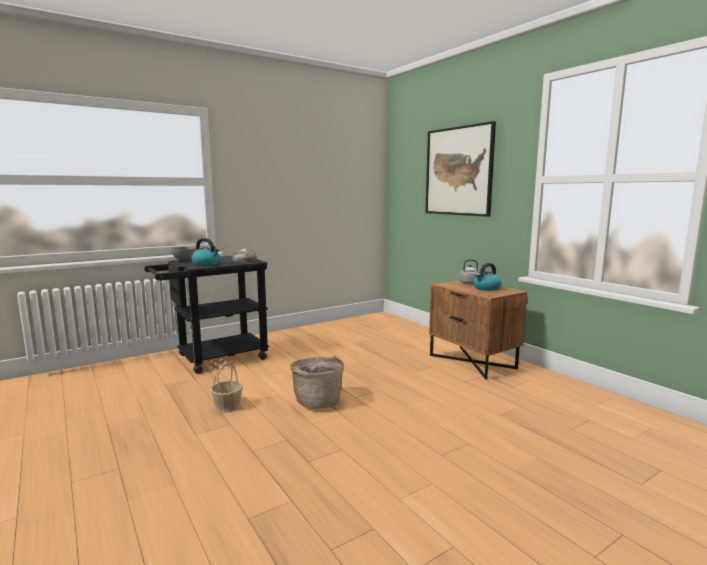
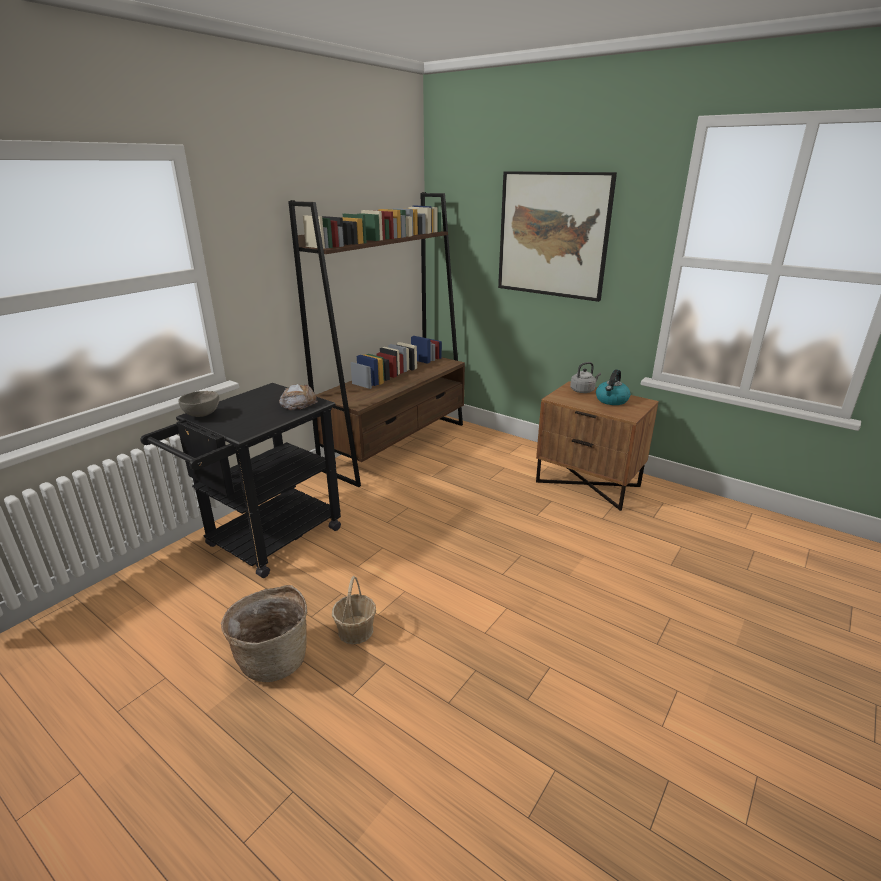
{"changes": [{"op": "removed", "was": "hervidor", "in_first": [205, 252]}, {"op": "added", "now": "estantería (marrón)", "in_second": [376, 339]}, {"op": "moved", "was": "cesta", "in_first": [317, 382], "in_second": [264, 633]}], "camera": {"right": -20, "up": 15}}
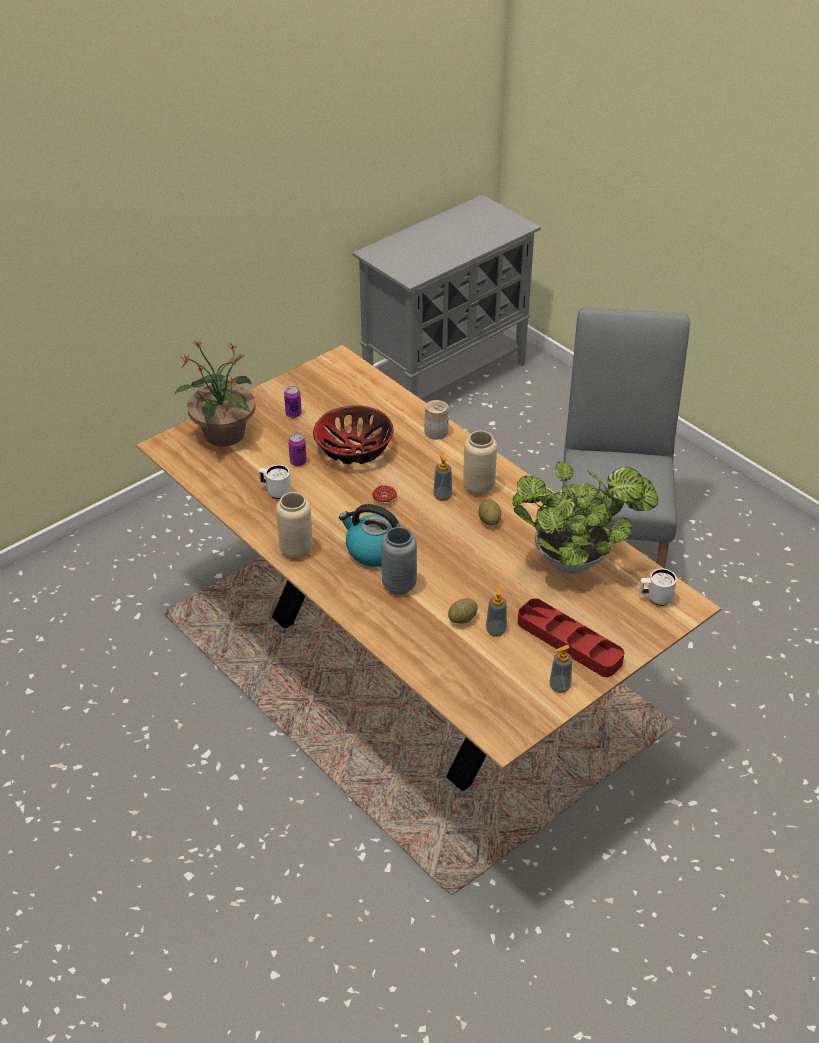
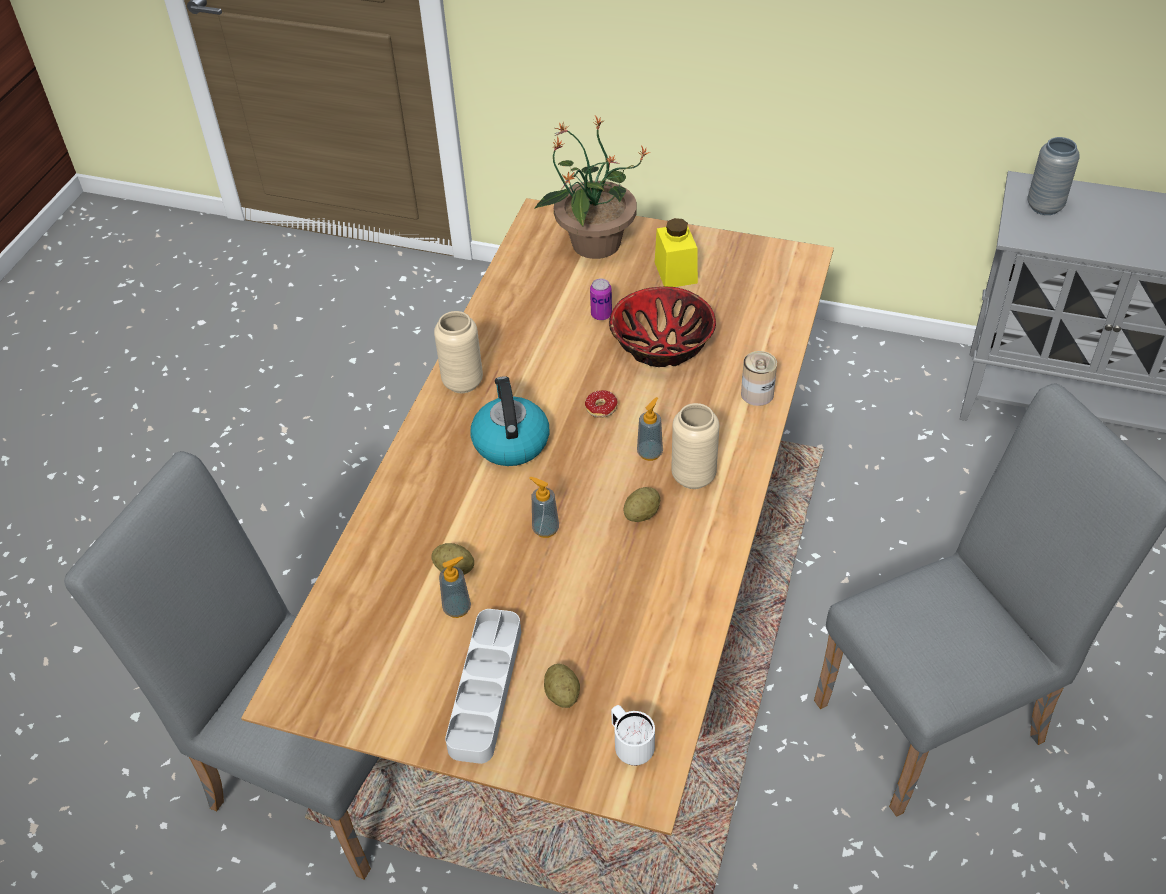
{"changes": [{"op": "removed", "was": "taza grande (blanco)", "in_first": [275, 482]}, {"op": "removed", "was": "planta en maceta", "in_first": [585, 518]}, {"op": "added", "now": "silla (gris)", "in_second": [221, 665]}, {"op": "added", "now": "patata", "in_second": [562, 686]}, {"op": "moved", "was": "florero (gris)", "in_first": [399, 561], "in_second": [1054, 176]}, {"op": "moved", "was": "dispensador de jabón", "in_first": [560, 669], "in_second": [544, 507]}, {"op": "replaced", "was": "lata", "now": "tarro (amarillo)", "in_first": [293, 402], "in_second": [676, 252]}, {"op": "recoloured", "was": "bandeja (rojo)", "now": "bandeja (gris)", "in_first": [571, 637], "in_second": [483, 686]}], "camera": {"right": 60, "up": 5}}
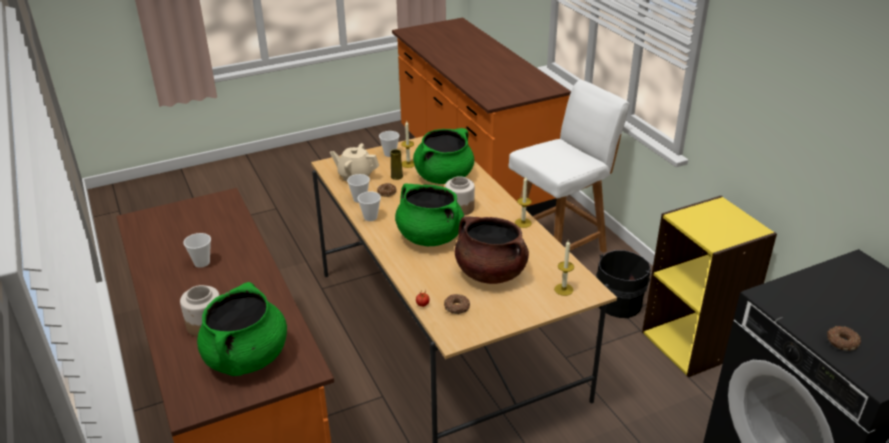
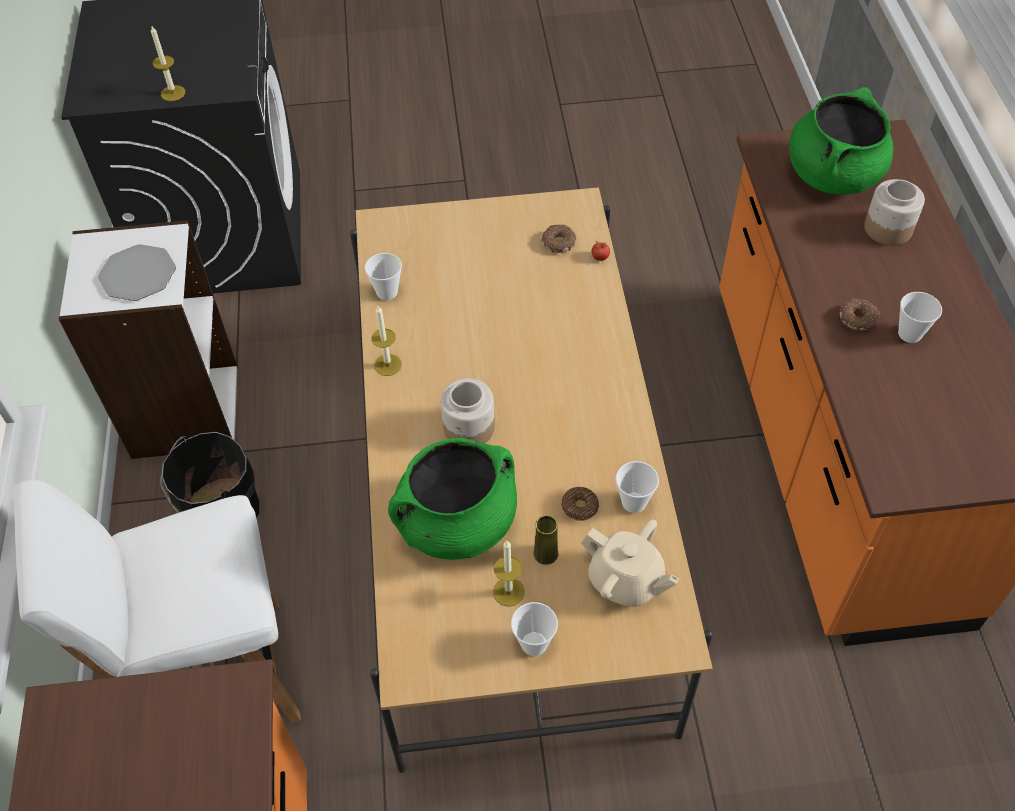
{"changes": [{"op": "removed", "was": "olla (verde)", "in_first": [429, 214]}, {"op": "removed", "was": "olla (marrón)", "in_first": [492, 250]}, {"op": "added", "now": "plato", "in_second": [137, 272]}, {"op": "moved", "was": "taza", "in_first": [369, 206], "in_second": [383, 276]}, {"op": "moved", "was": "vela", "in_first": [564, 267], "in_second": [168, 63]}, {"op": "moved", "was": "rosquilla", "in_first": [844, 338], "in_second": [860, 314]}, {"op": "recoloured", "was": "estantería (amarillo)", "now": "estantería (blanco)", "in_first": [709, 286], "in_second": [148, 339]}], "camera": {"right": -160, "up": 20}}
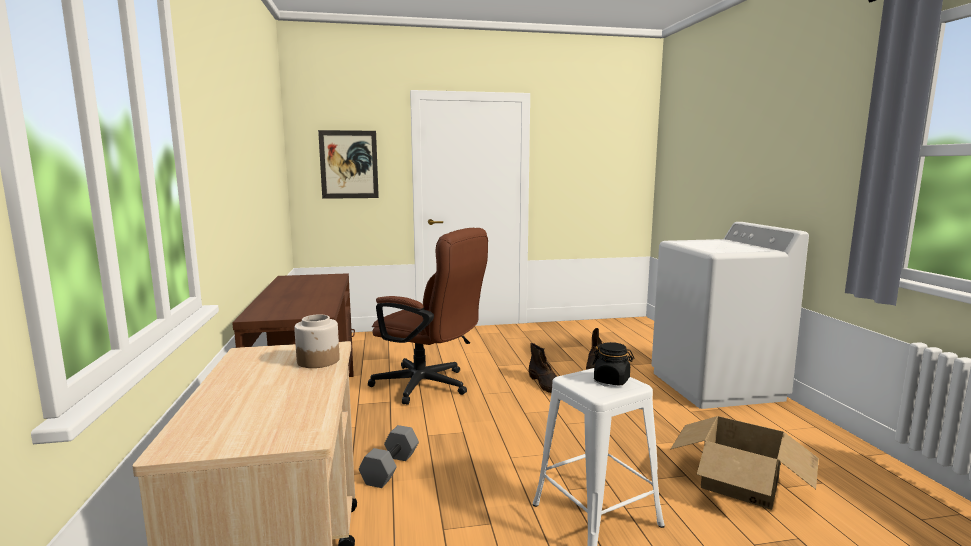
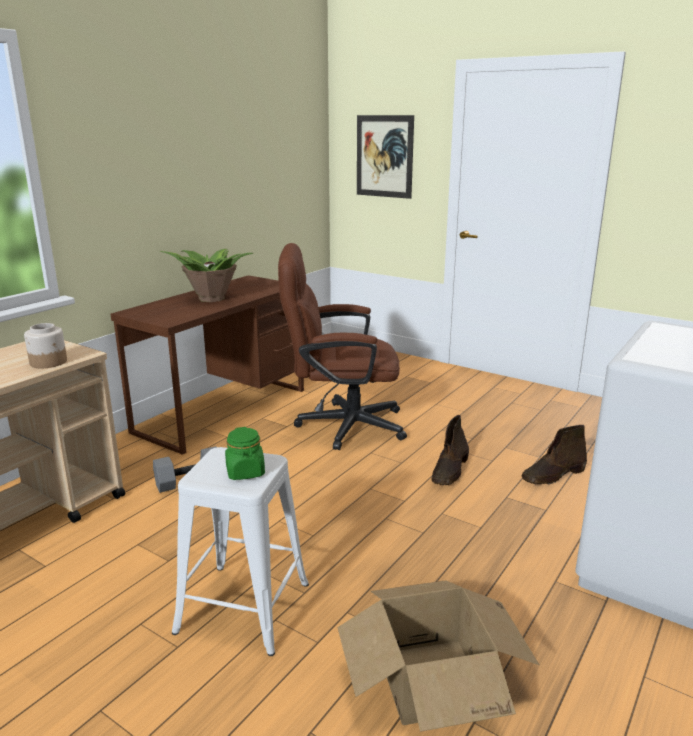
{"changes": [{"op": "added", "now": "planta en maceta", "in_second": [206, 275]}, {"op": "recoloured", "was": "tarro (negro)", "now": "tarro (verde)", "in_first": [613, 364], "in_second": [245, 453]}, {"op": "turned", "was": "silla de oficina (marrón)", "in_first": [428, 316], "in_second": [342, 346], "clockwise": 105}], "camera": {"right": 45, "up": 10}}
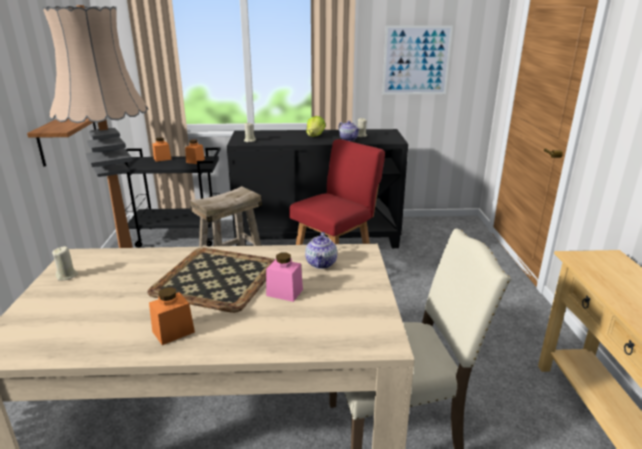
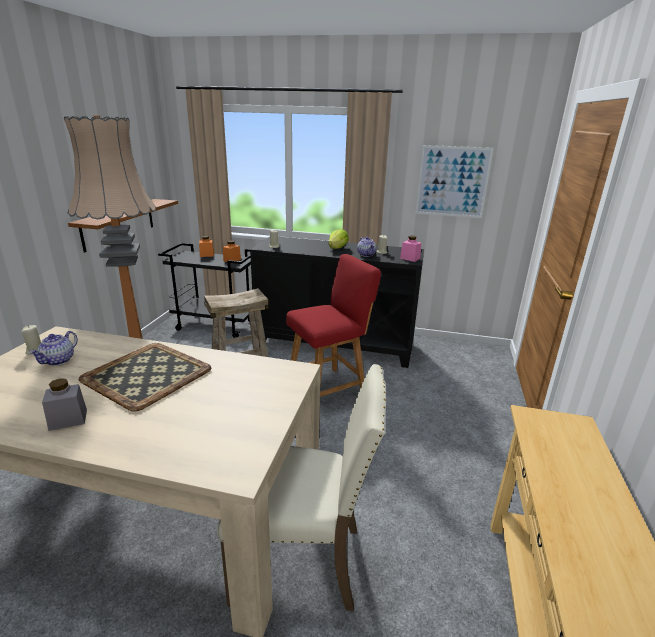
{"changes": [{"op": "moved", "was": "tarro (rosa)", "in_first": [284, 277], "in_second": [410, 249]}, {"op": "moved", "was": "tetera", "in_first": [321, 250], "in_second": [53, 348]}, {"op": "recoloured", "was": "tarro (naranja)", "now": "tarro (gris)", "in_first": [172, 316], "in_second": [64, 405]}], "camera": {"right": 15, "up": 0}}
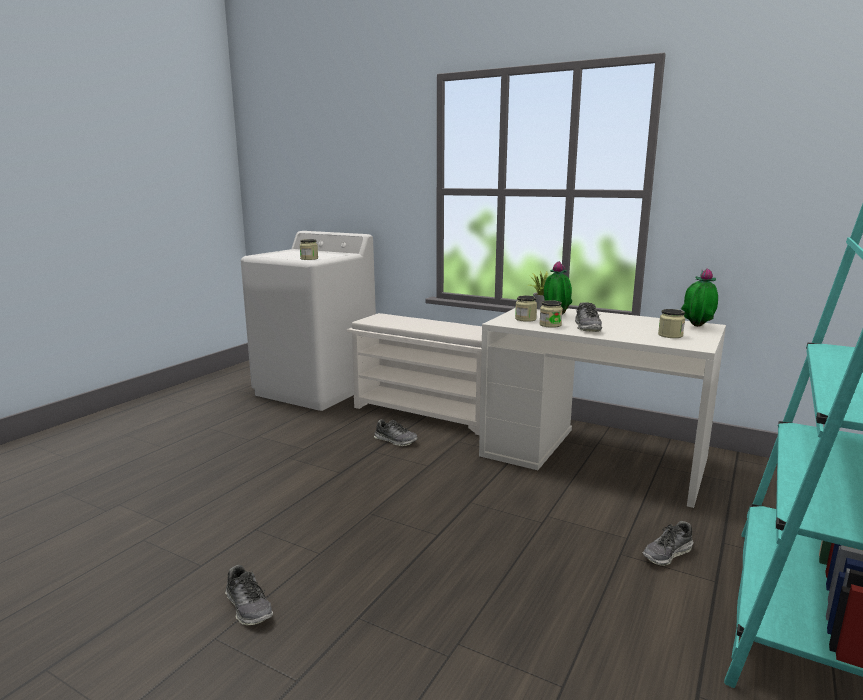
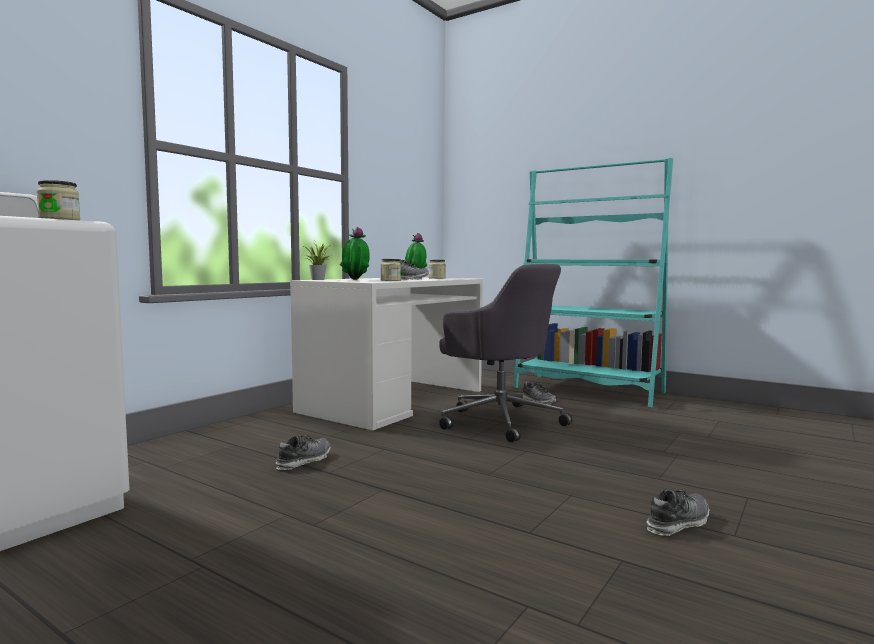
{"changes": [{"op": "removed", "was": "zapatero (blanco)", "in_first": [414, 374]}, {"op": "removed", "was": "tarro", "in_first": [526, 309]}, {"op": "added", "now": "silla de oficina (gris)", "in_second": [505, 353]}], "camera": {"right": -85, "up": -10}}
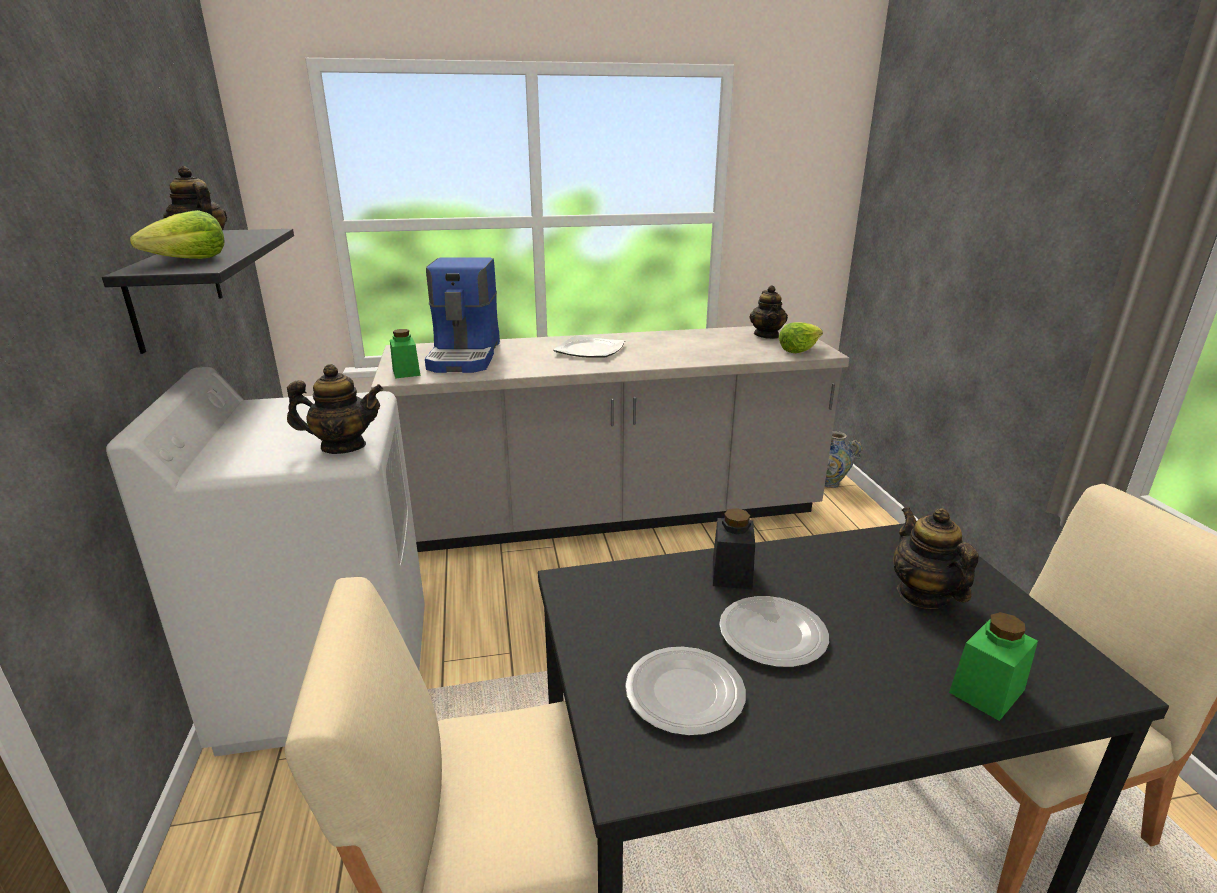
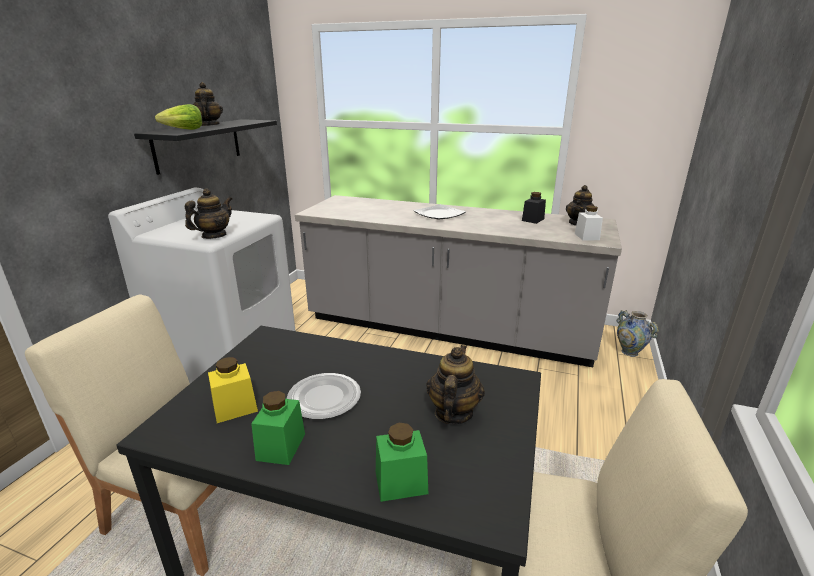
{"changes": [{"op": "removed", "was": "cafetera", "in_first": [462, 315]}, {"op": "moved", "was": "tarro (verde)", "in_first": [405, 354], "in_second": [278, 428]}, {"op": "moved", "was": "tarro (negro)", "in_first": [734, 548], "in_second": [534, 208]}, {"op": "replaced", "was": "plato", "now": "tarro (amarillo)", "in_first": [685, 691], "in_second": [233, 390]}, {"op": "replaced", "was": "lechuga", "now": "tarro (blanco)", "in_first": [801, 337], "in_second": [589, 223]}, {"op": "turned", "was": "tetera", "in_first": [335, 409], "in_second": [208, 214], "clockwise": -75}], "camera": {"right": 30, "up": 0}}
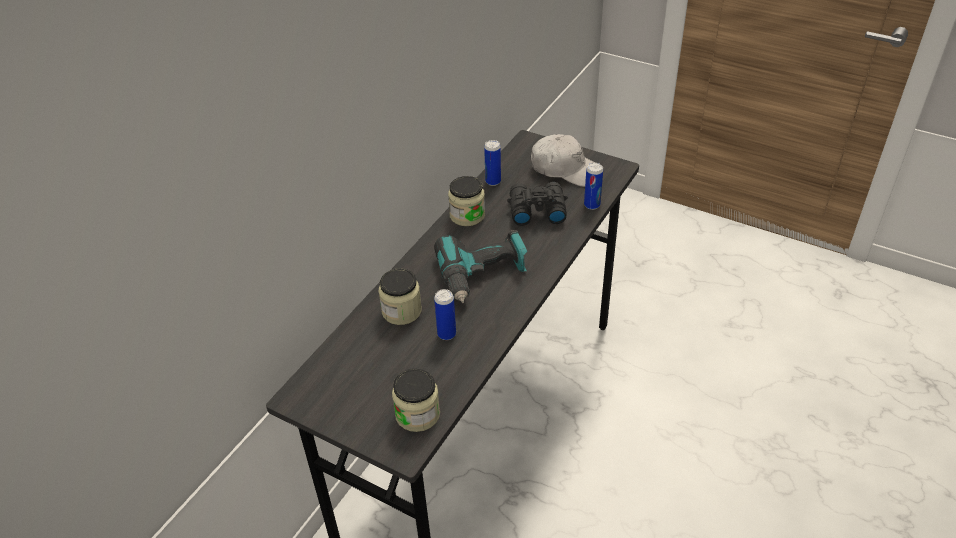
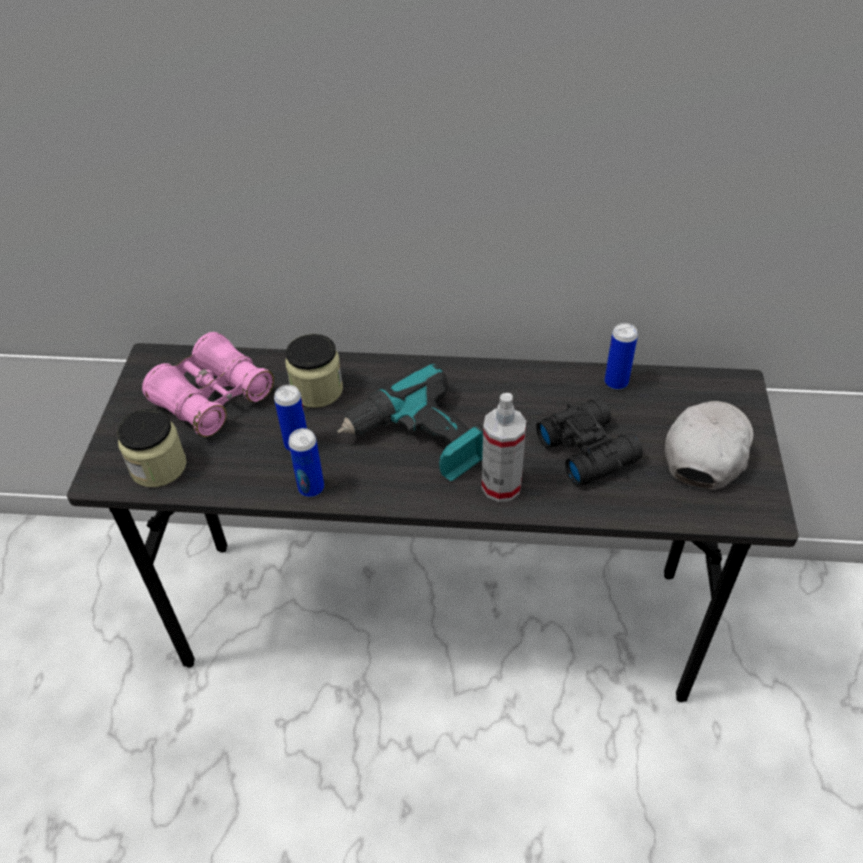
{"changes": [{"op": "removed", "was": "tarro", "in_first": [466, 201]}, {"op": "added", "now": "prismáticos (rosa)", "in_second": [208, 384]}, {"op": "added", "now": "pulverizador", "in_second": [504, 447]}, {"op": "moved", "was": "lata", "in_first": [593, 186], "in_second": [306, 462]}, {"op": "turned", "was": "gorra (blanco)", "in_first": [567, 160], "in_second": [709, 445], "clockwise": -150}], "camera": {"right": 65, "up": 5}}
